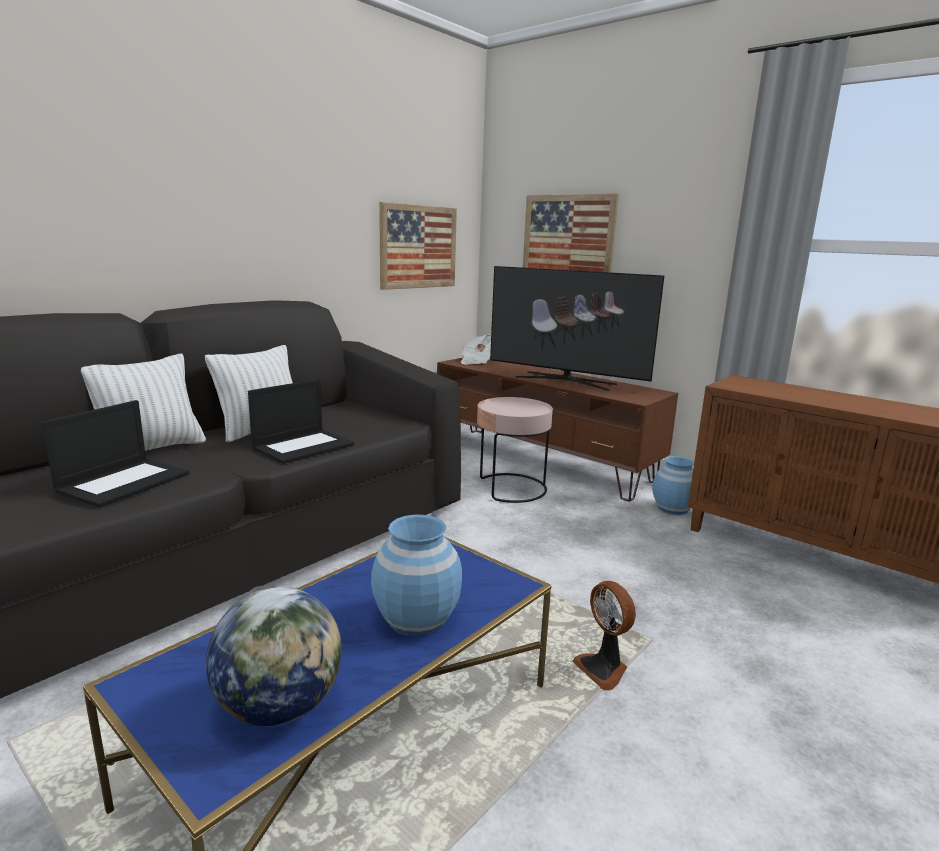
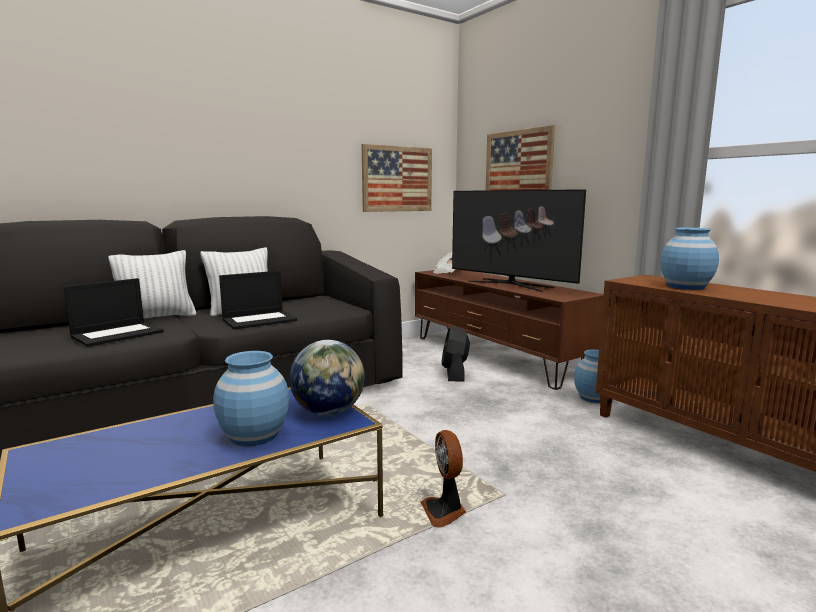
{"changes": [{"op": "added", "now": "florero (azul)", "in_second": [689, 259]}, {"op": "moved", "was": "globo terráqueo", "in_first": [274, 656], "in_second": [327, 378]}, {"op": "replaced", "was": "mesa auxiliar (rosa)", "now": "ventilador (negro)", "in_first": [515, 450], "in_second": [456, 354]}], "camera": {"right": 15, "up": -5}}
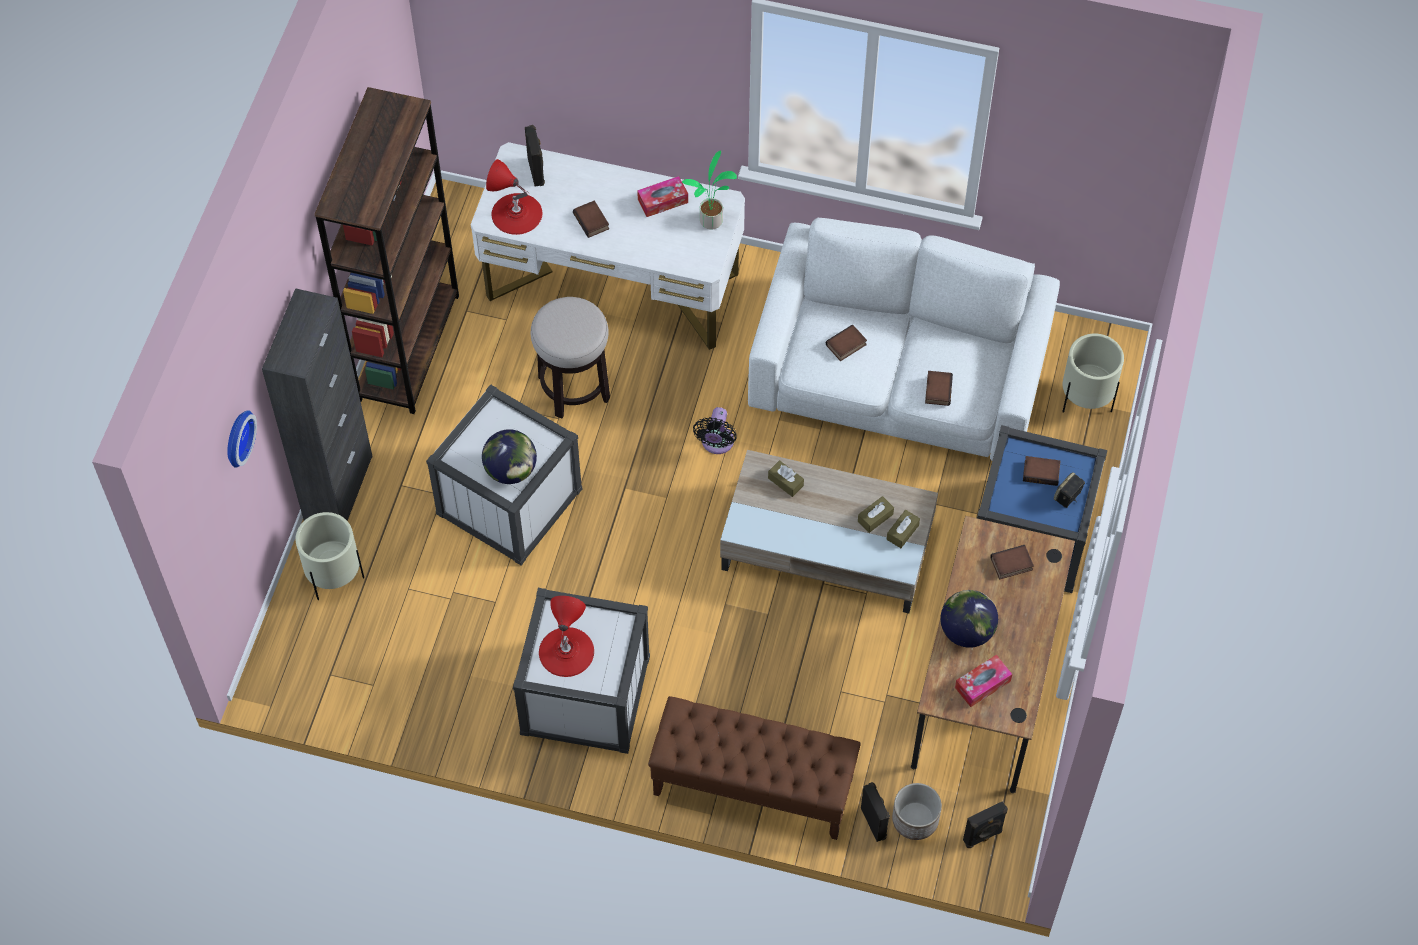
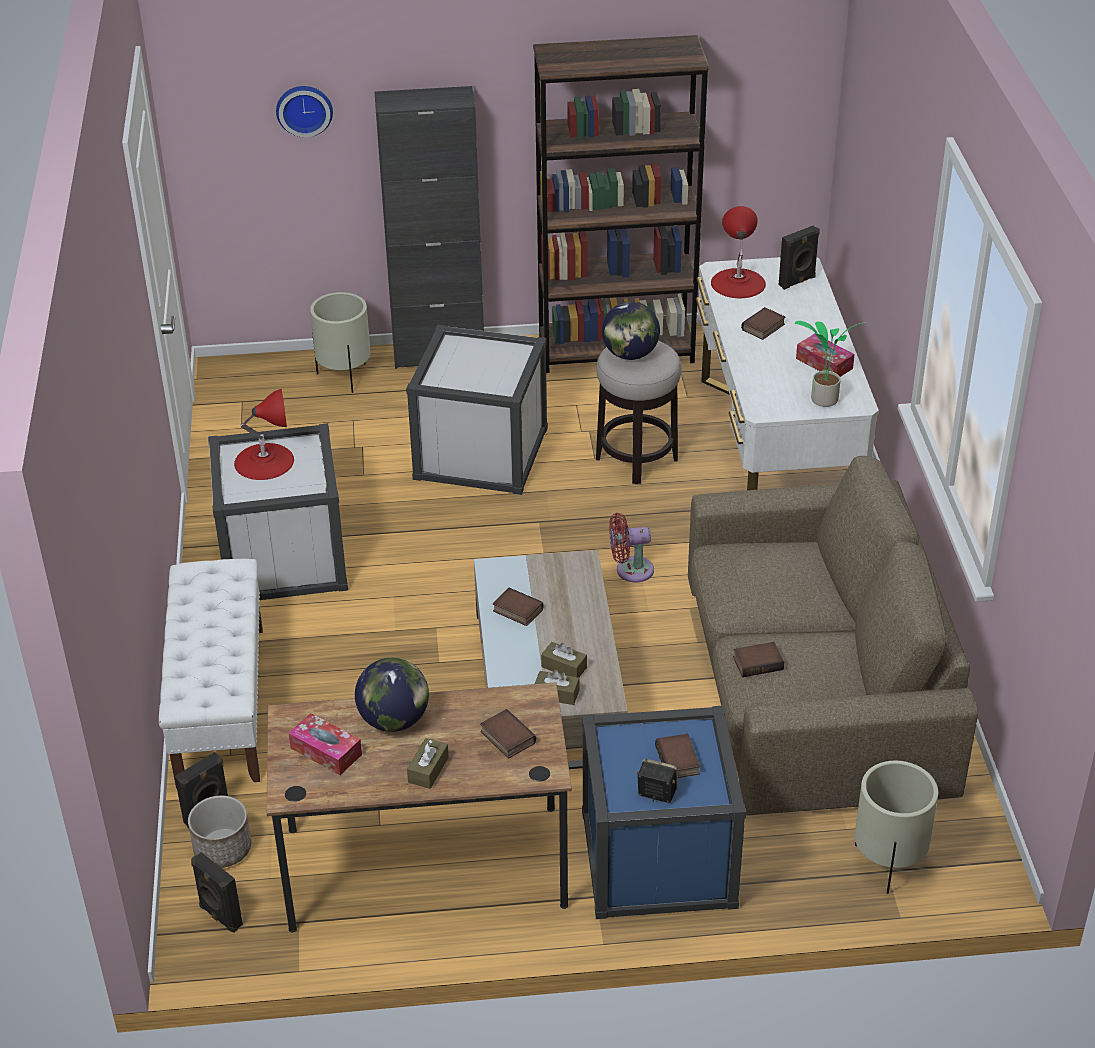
{"changes": [{"op": "moved", "was": "globo terráqueo", "in_first": [509, 456], "in_second": [631, 330]}, {"op": "moved", "was": "caja de pañuelos (marrón)", "in_first": [786, 478], "in_second": [428, 763]}, {"op": "moved", "was": "libro", "in_first": [846, 342], "in_second": [518, 607]}, {"op": "recoloured", "was": "banco (marrón)", "now": "banco (blanco)", "in_first": [754, 768], "in_second": [211, 674]}, {"op": "recoloured", "was": "ventilador (negro)", "now": "ventilador (rojo)", "in_first": [715, 430], "in_second": [631, 547]}, {"op": "recoloured", "was": "sofá (blanco)", "now": "sofá (marrón)", "in_first": [904, 339], "in_second": [833, 635]}], "camera": {"right": 70, "up": -20}}
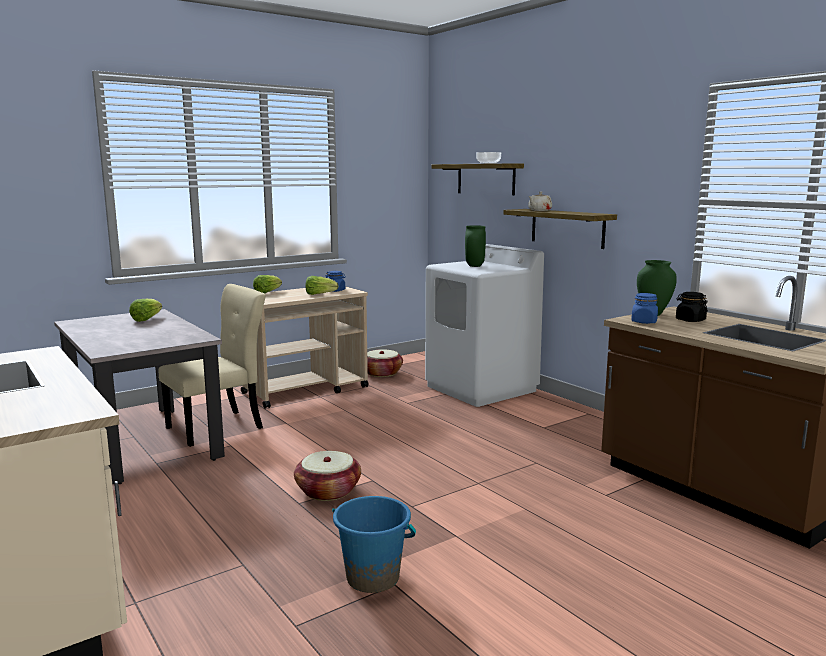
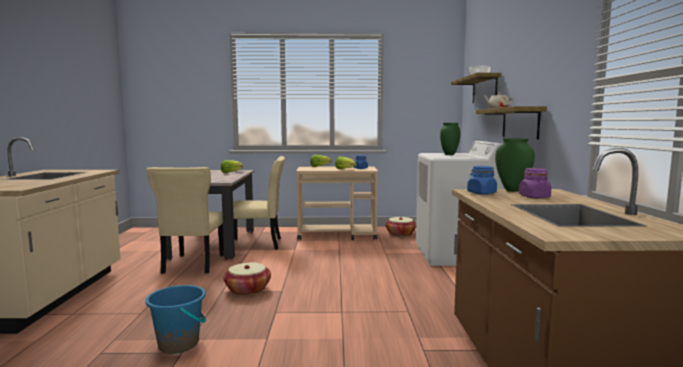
{"changes": [{"op": "added", "now": "silla (beis)", "in_second": [185, 220]}, {"op": "recoloured", "was": "tarro (negro)", "now": "tarro (morado)", "in_first": [692, 307], "in_second": [535, 183]}], "camera": {"right": 35, "up": -5}}
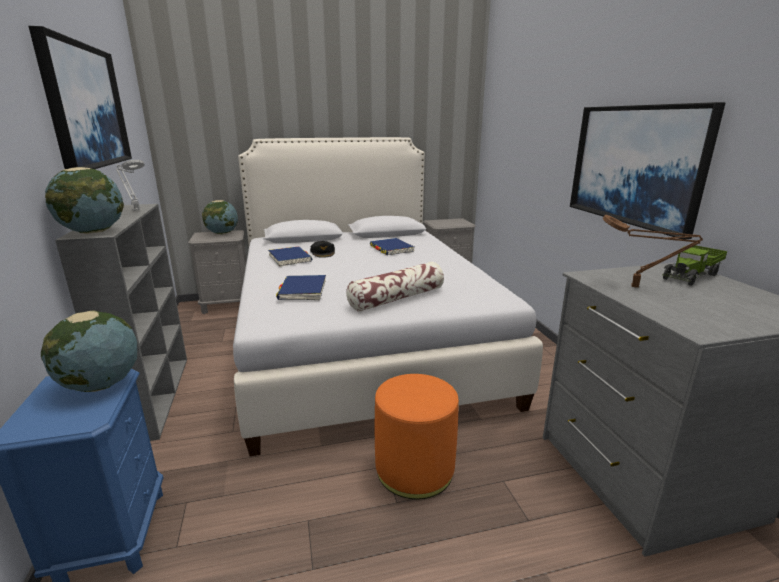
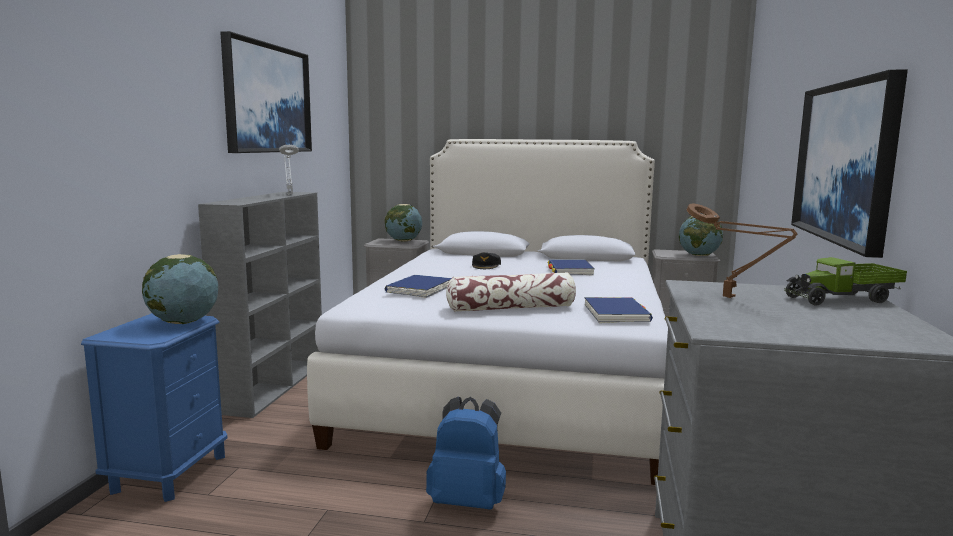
{"changes": [{"op": "moved", "was": "globo terráqueo", "in_first": [84, 200], "in_second": [701, 235]}, {"op": "moved", "was": "libro (azul)", "in_first": [290, 256], "in_second": [618, 310]}, {"op": "replaced", "was": "puf (naranja)", "now": "mochila (azul)", "in_first": [417, 436], "in_second": [466, 453]}], "camera": {"right": 25, "up": -10}}
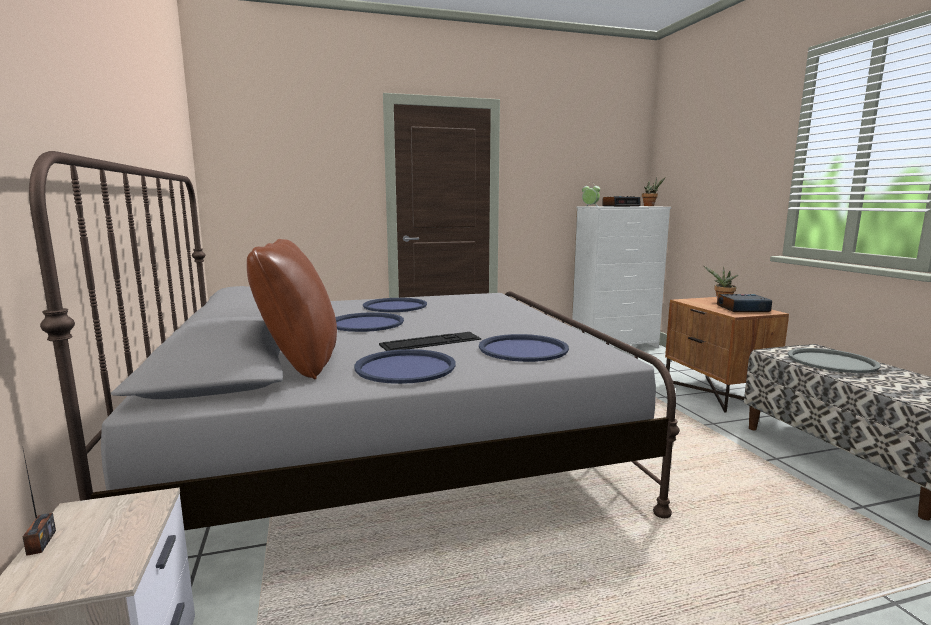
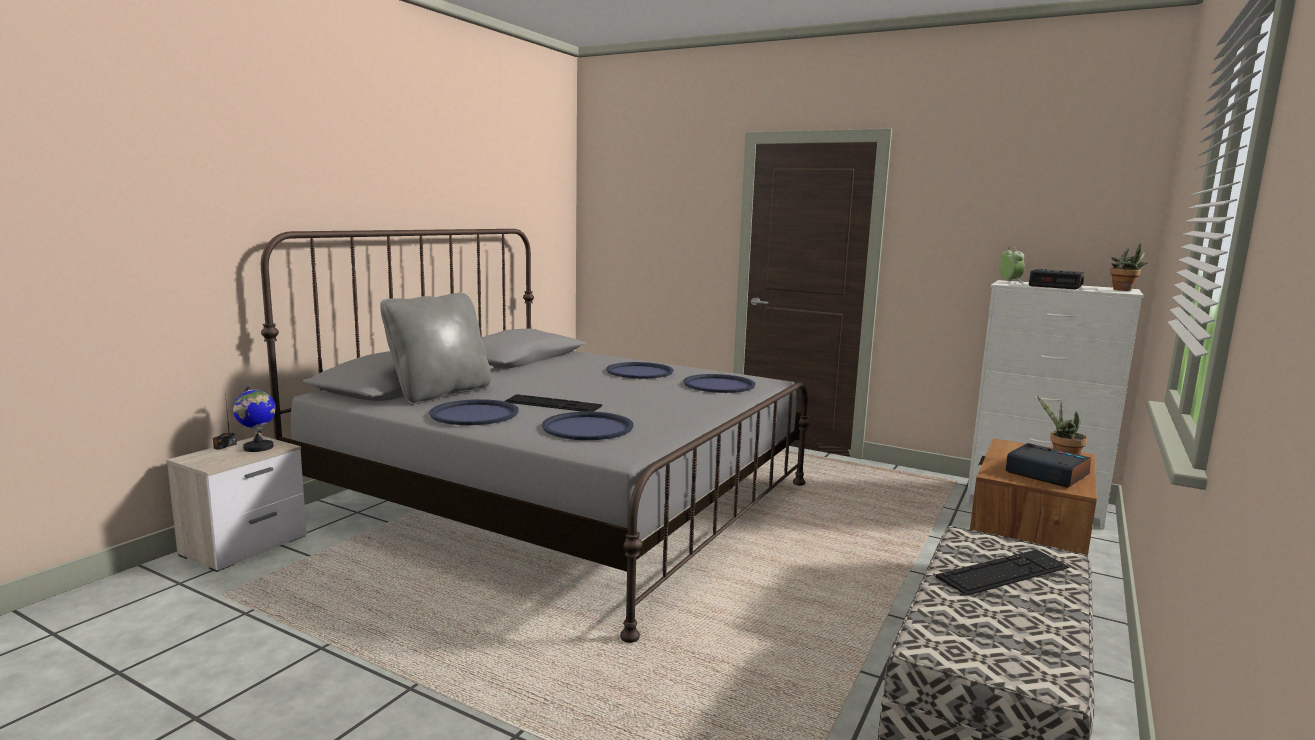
{"changes": [{"op": "added", "now": "globo terráqueo", "in_second": [254, 418]}, {"op": "moved", "was": "bandeja (azul)", "in_first": [369, 322], "in_second": [719, 383]}, {"op": "replaced", "was": "bandeja (gris)", "now": "teclado", "in_first": [834, 360], "in_second": [1002, 572]}, {"op": "recoloured", "was": "cojín (marrón)", "now": "cojín (gris)", "in_first": [292, 309], "in_second": [435, 349]}], "camera": {"right": 45, "up": 0}}
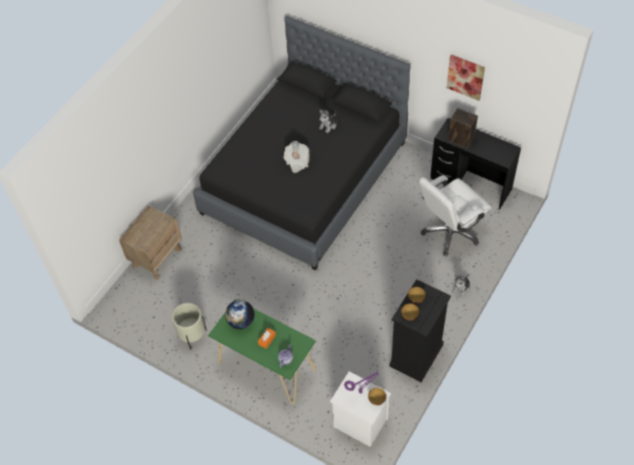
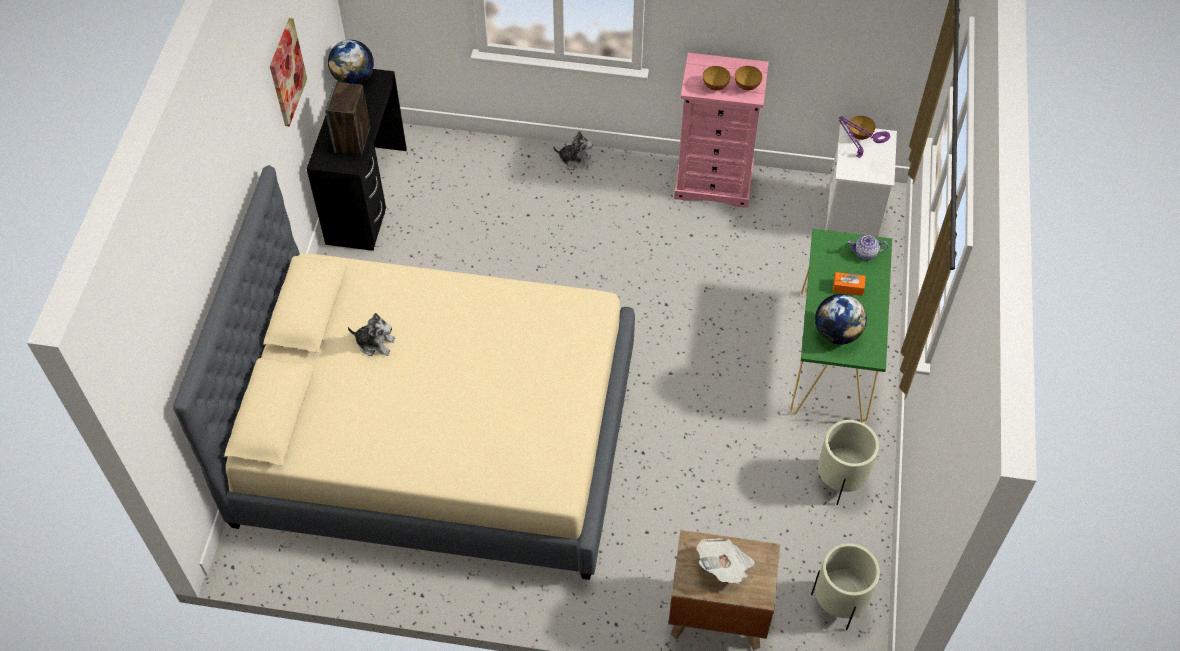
{"changes": [{"op": "removed", "was": "silla de oficina (blanco)", "in_first": [455, 215]}, {"op": "added", "now": "globo terráqueo", "in_second": [351, 62]}, {"op": "added", "now": "maceta (beis)", "in_second": [845, 586]}, {"op": "moved", "was": "periódico", "in_first": [296, 157], "in_second": [726, 561]}, {"op": "recoloured", "was": "cama (negro)", "now": "cama (beis)", "in_first": [301, 143], "in_second": [404, 372]}, {"op": "recoloured", "was": "cómoda (negro)", "now": "cómoda (rosa)", "in_first": [420, 330], "in_second": [721, 130]}], "camera": {"right": -115, "up": 0}}
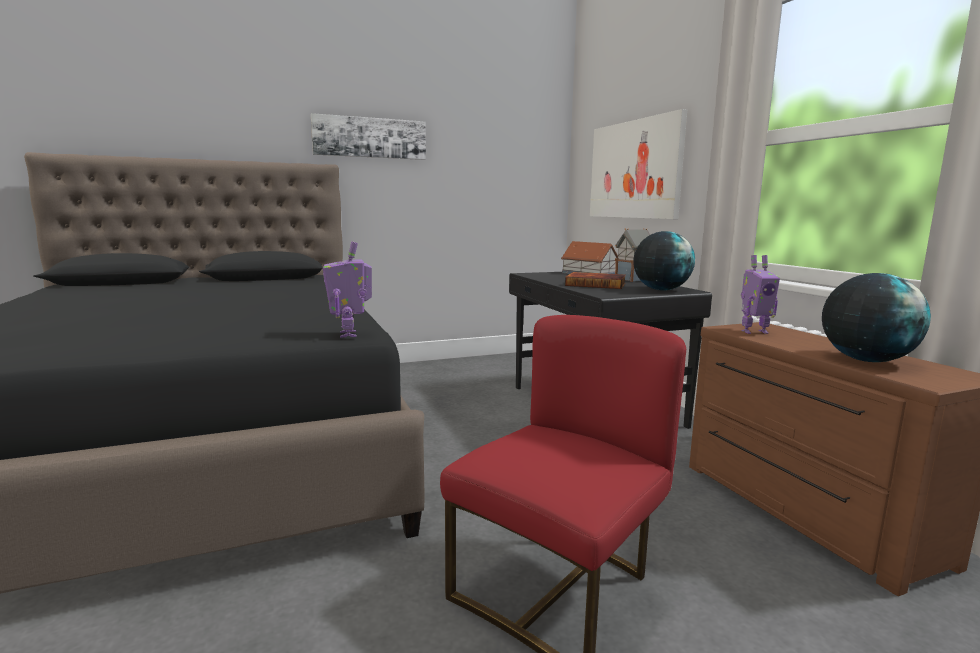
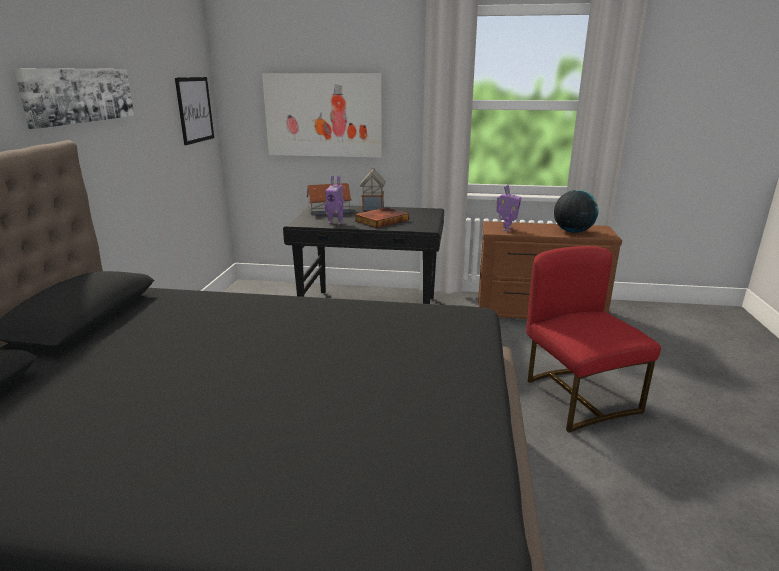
{"changes": [{"op": "removed", "was": "globo terráqueo", "in_first": [664, 261]}, {"op": "added", "now": "cuadro", "in_second": [194, 111]}, {"op": "moved", "was": "robot de juguete", "in_first": [347, 289], "in_second": [334, 200]}], "camera": {"right": -60, "up": 10}}
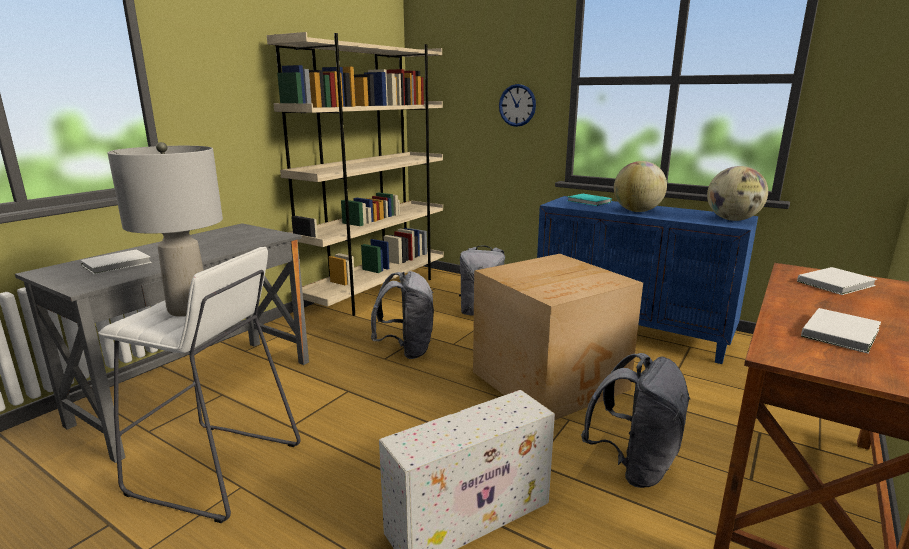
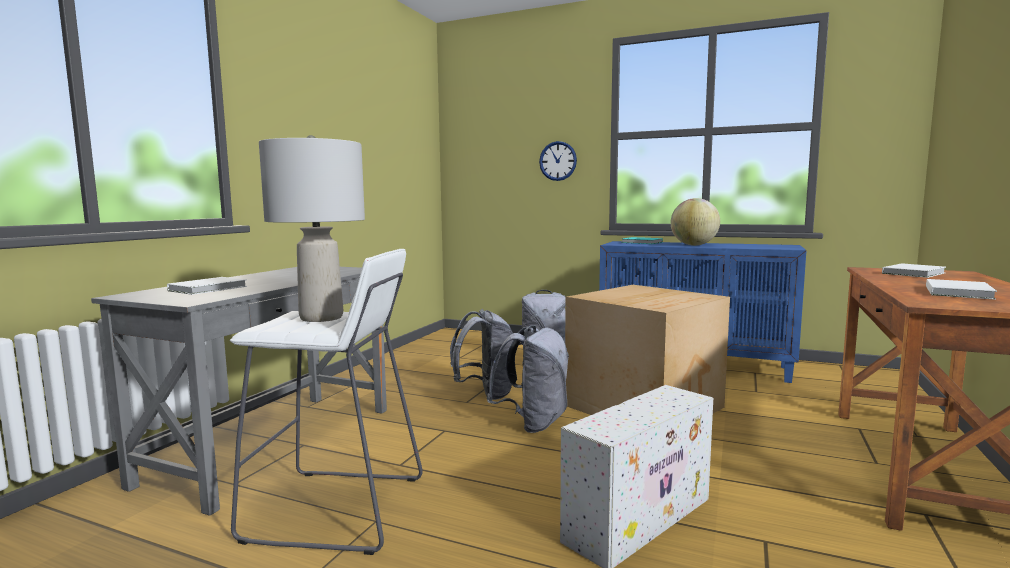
{"changes": [{"op": "removed", "was": "estantería (beis)", "in_first": [355, 174]}, {"op": "removed", "was": "globo terráqueo", "in_first": [737, 193]}, {"op": "moved", "was": "mochila (gris)", "in_first": [635, 420], "in_second": [528, 379]}], "camera": {"right": -10, "up": -10}}
